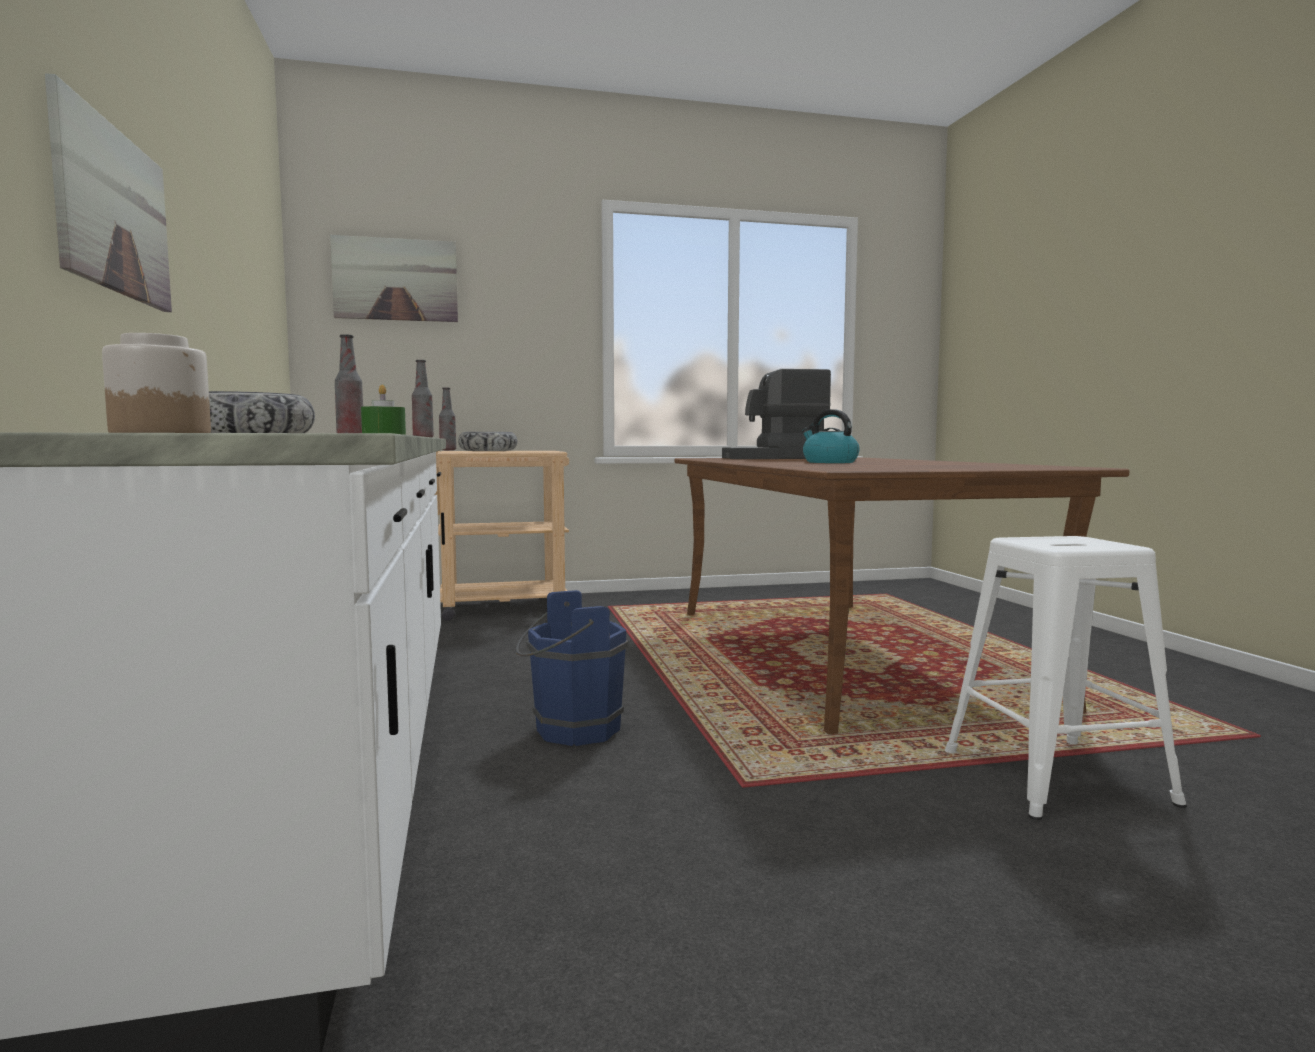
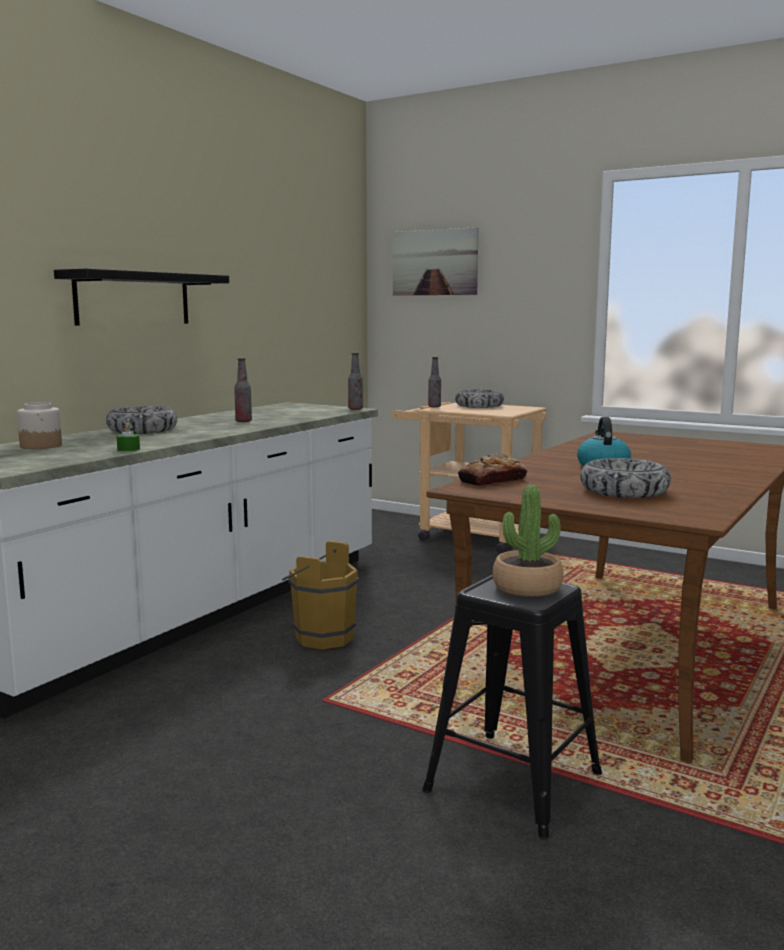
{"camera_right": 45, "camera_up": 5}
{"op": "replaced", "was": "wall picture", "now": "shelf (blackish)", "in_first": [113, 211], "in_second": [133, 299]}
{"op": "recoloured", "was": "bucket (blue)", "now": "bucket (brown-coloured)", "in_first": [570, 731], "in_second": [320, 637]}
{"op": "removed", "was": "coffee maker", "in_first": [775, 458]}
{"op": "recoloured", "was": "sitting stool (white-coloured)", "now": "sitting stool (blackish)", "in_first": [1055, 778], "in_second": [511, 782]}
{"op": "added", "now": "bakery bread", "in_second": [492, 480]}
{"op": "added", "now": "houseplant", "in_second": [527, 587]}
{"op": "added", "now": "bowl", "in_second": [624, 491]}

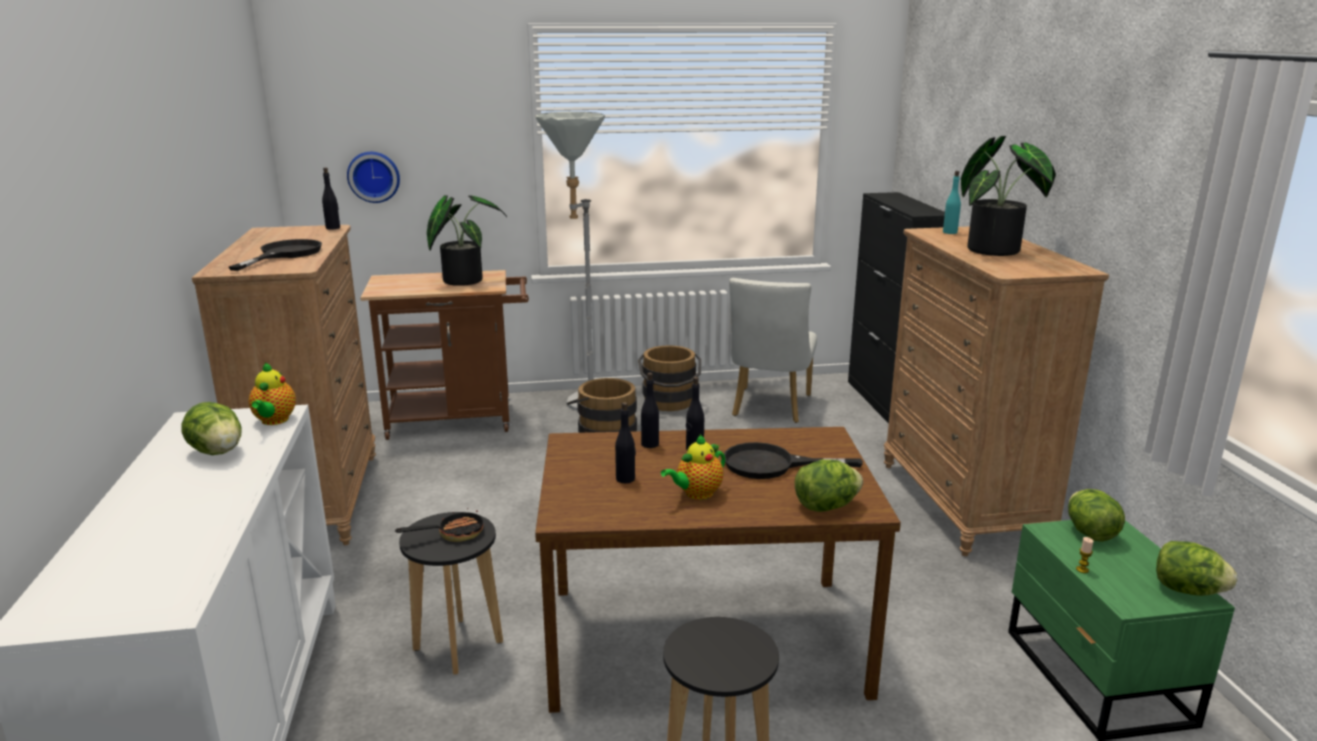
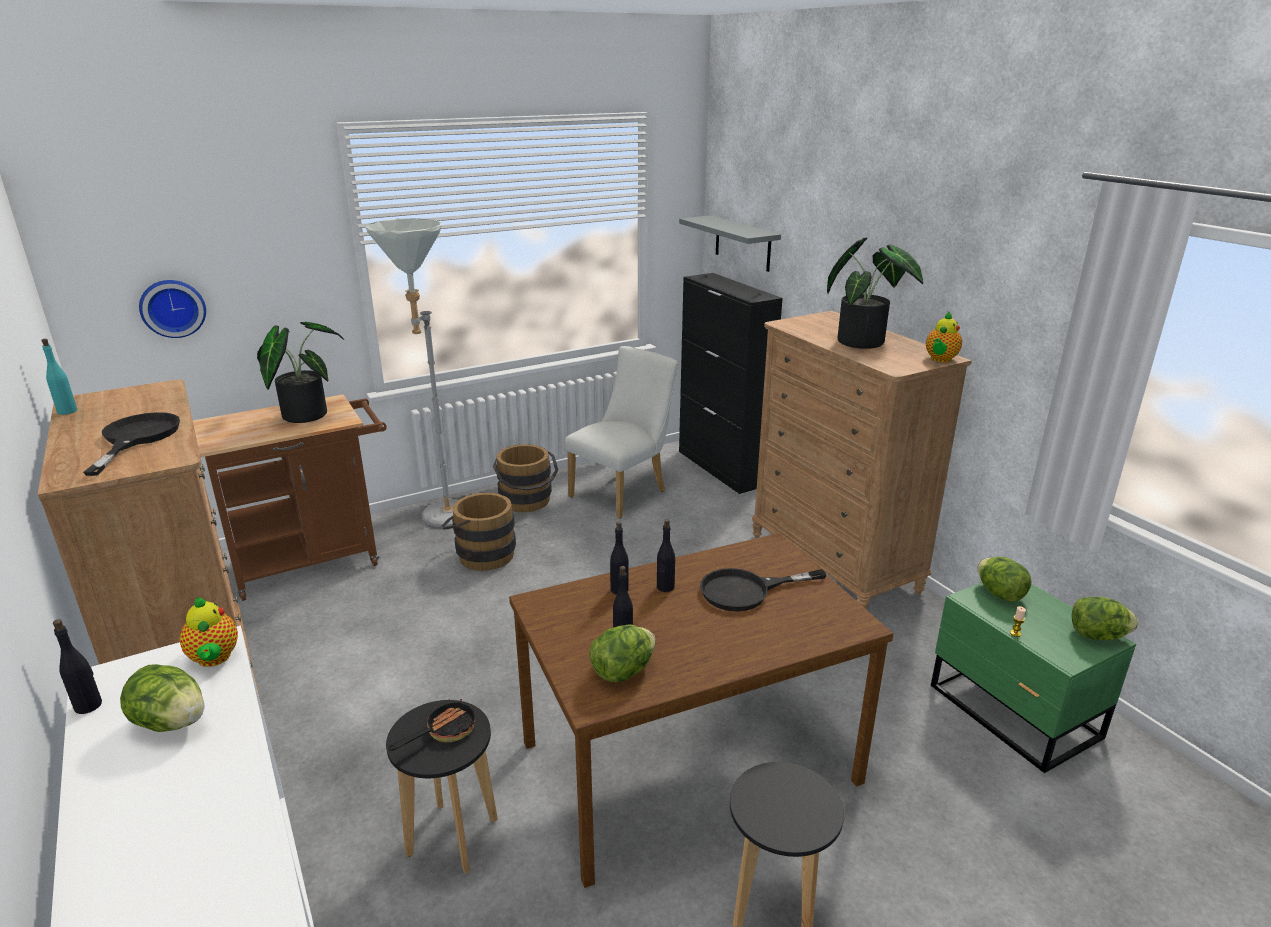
{"camera_right": -20, "camera_up": 5}
{"op": "moved", "was": "beverage bottle (blackish)", "in_first": [333, 228], "in_second": [88, 705]}
{"op": "moved", "was": "pot for tea", "in_first": [696, 494], "in_second": [940, 359]}
{"op": "turned", "was": "upright chair (white-coloured)", "in_first": [769, 408], "in_second": [623, 492], "clockwise": -135}
{"op": "moved", "was": "lettuce", "in_first": [826, 506], "in_second": [623, 671]}
{"op": "moved", "was": "beverage bottle (turquoise)", "in_first": [950, 232], "in_second": [67, 411]}
{"op": "added", "now": "shelf (greyish)", "in_second": [742, 243]}

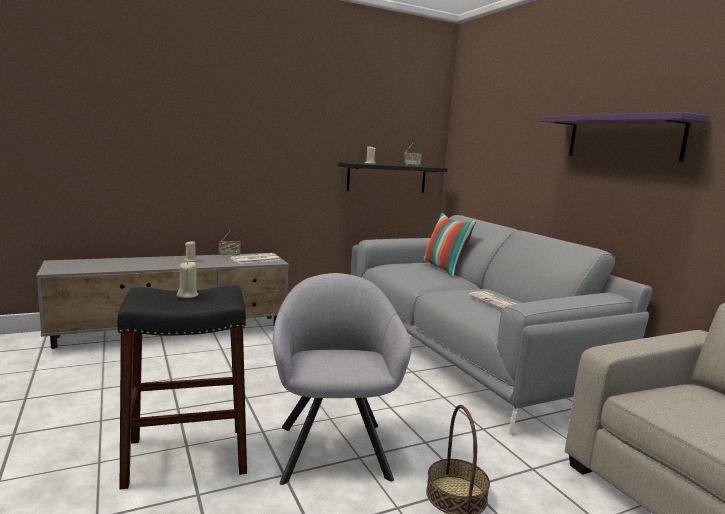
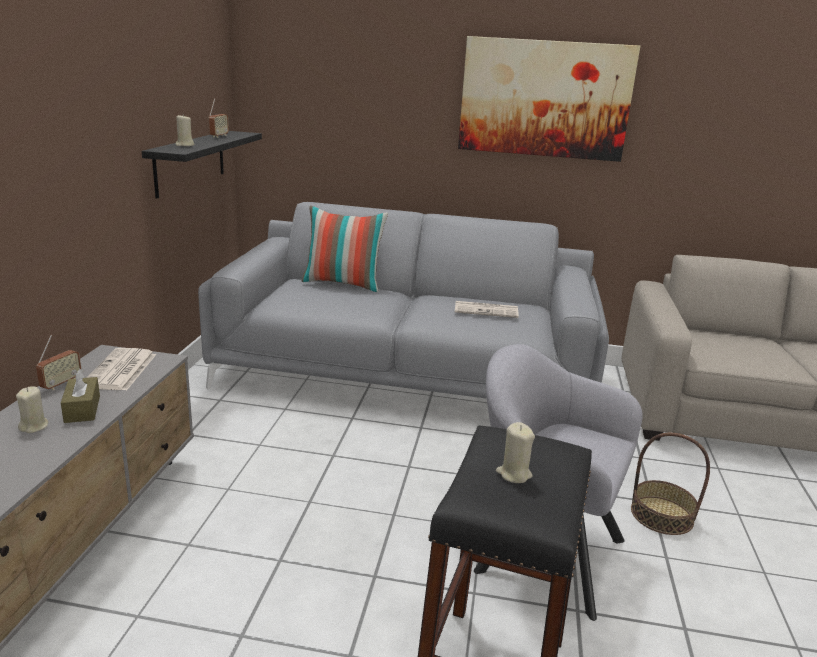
{"camera_right": -55, "camera_up": 10}
{"op": "replaced", "was": "shelf (purple)", "now": "wall picture", "in_first": [623, 138], "in_second": [544, 99]}
{"op": "added", "now": "box of tissues (brown-coloured)", "in_second": [82, 409]}

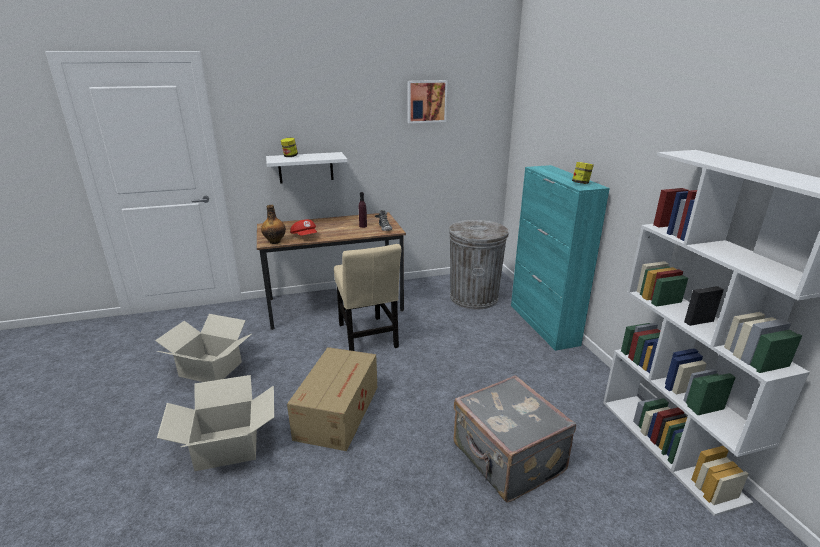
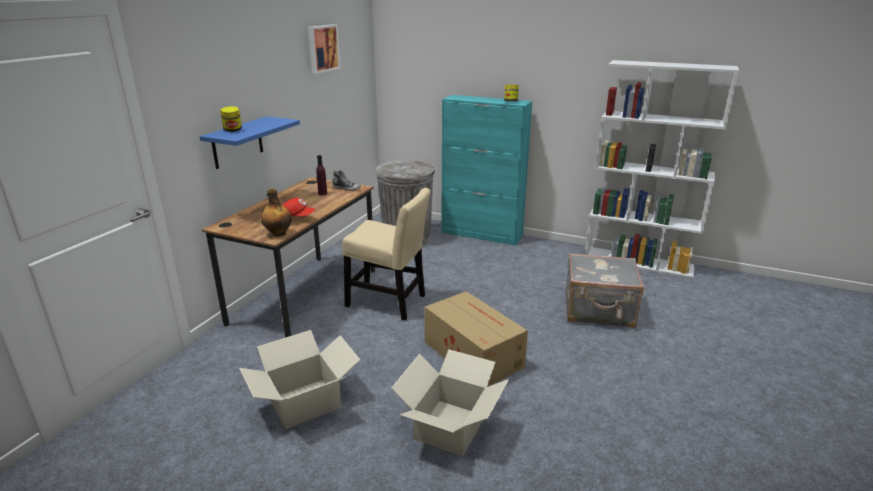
{"camera_right": -50, "camera_up": 0}
{"op": "recoloured", "was": "shelf (white-coloured)", "now": "shelf (blue)", "in_first": [305, 167], "in_second": [237, 142]}

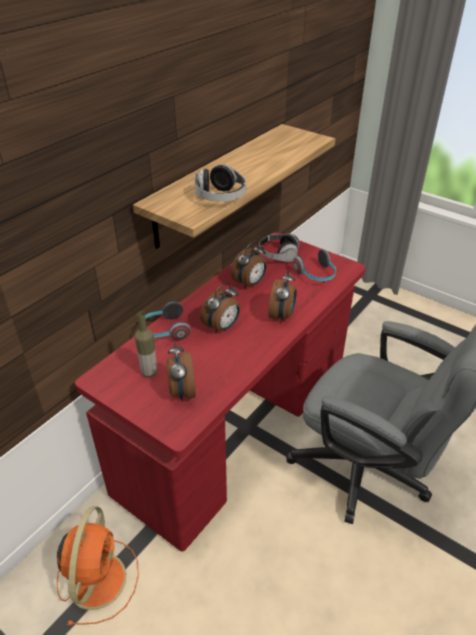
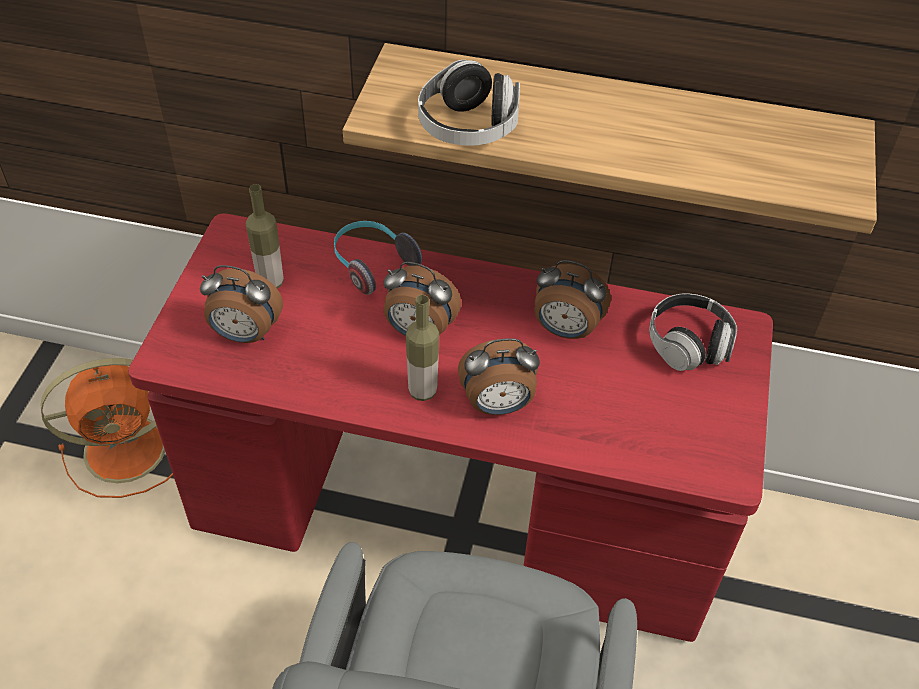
{"camera_right": 65, "camera_up": 10}
{"op": "turned", "was": "table clock", "in_first": [182, 391], "in_second": [245, 334], "clockwise": -135}
{"op": "removed", "was": "pair of headphones", "in_first": [316, 275]}
{"op": "added", "now": "beverage bottle", "in_second": [422, 391]}

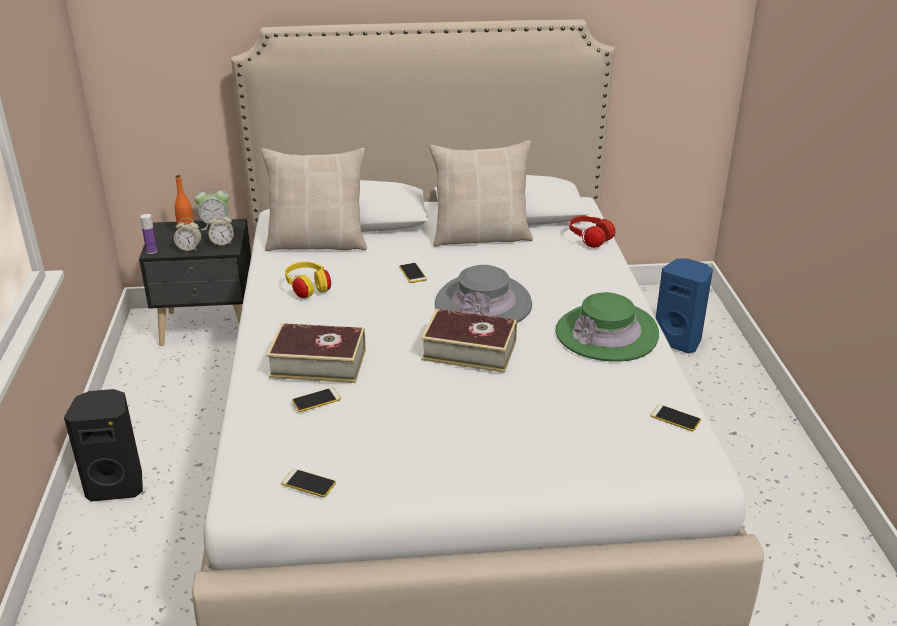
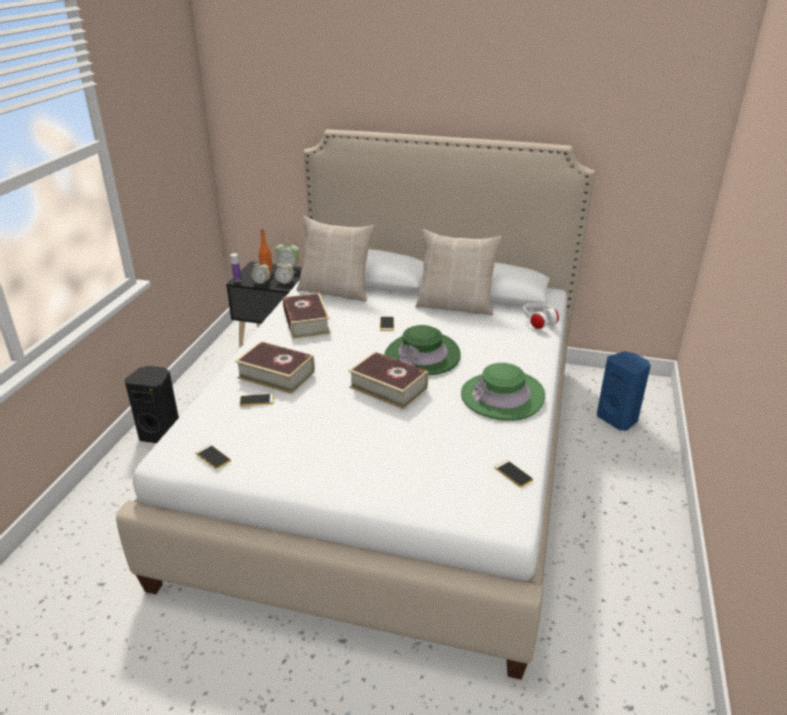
{"camera_right": 20, "camera_up": 0}
{"op": "replaced", "was": "pair of headphones (yellow-coloured)", "now": "bound book", "in_first": [308, 290], "in_second": [306, 322]}
{"op": "recoloured", "was": "hat (greyish)", "now": "hat (greenish)", "in_first": [483, 304], "in_second": [422, 355]}
{"op": "recoloured", "was": "pair of headphones (red-coloured)", "now": "pair of headphones (white-coloured)", "in_first": [590, 241], "in_second": [538, 323]}

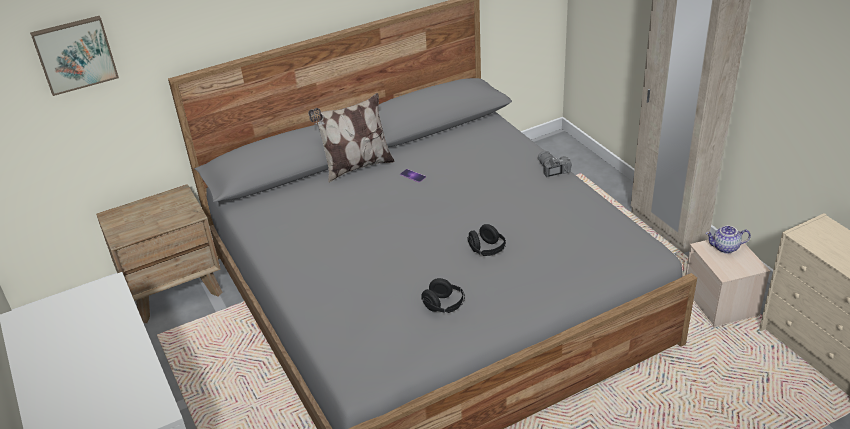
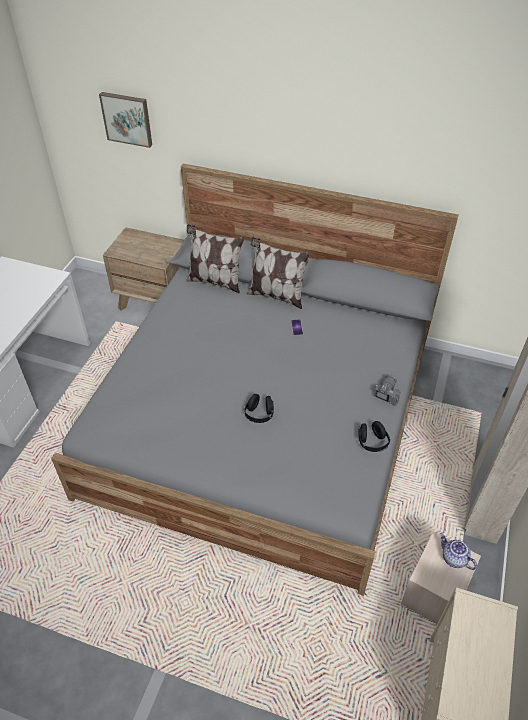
{"camera_right": 45, "camera_up": 10}
{"op": "moved", "was": "pair of headphones (blackish)", "in_first": [444, 305], "in_second": [372, 443]}
{"op": "added", "now": "pillow", "in_second": [215, 281]}

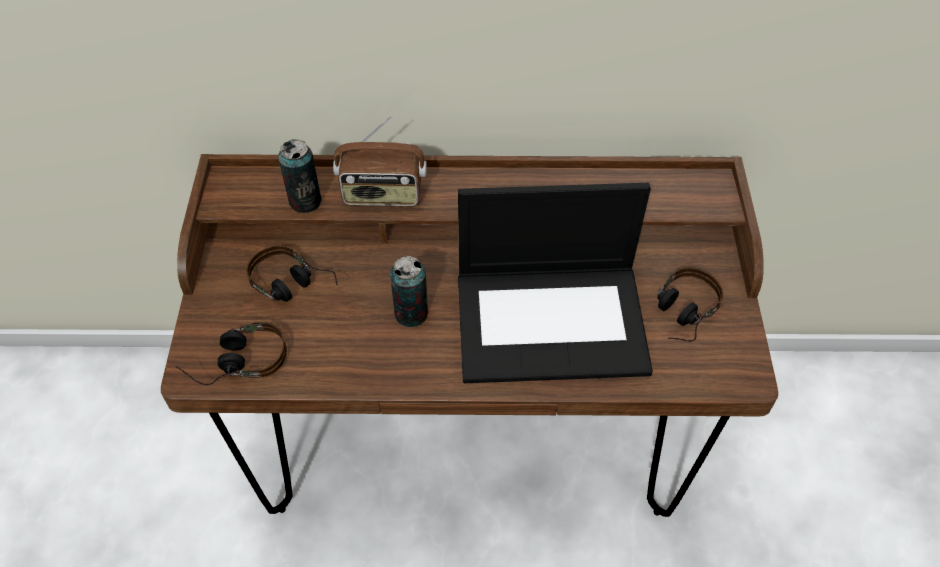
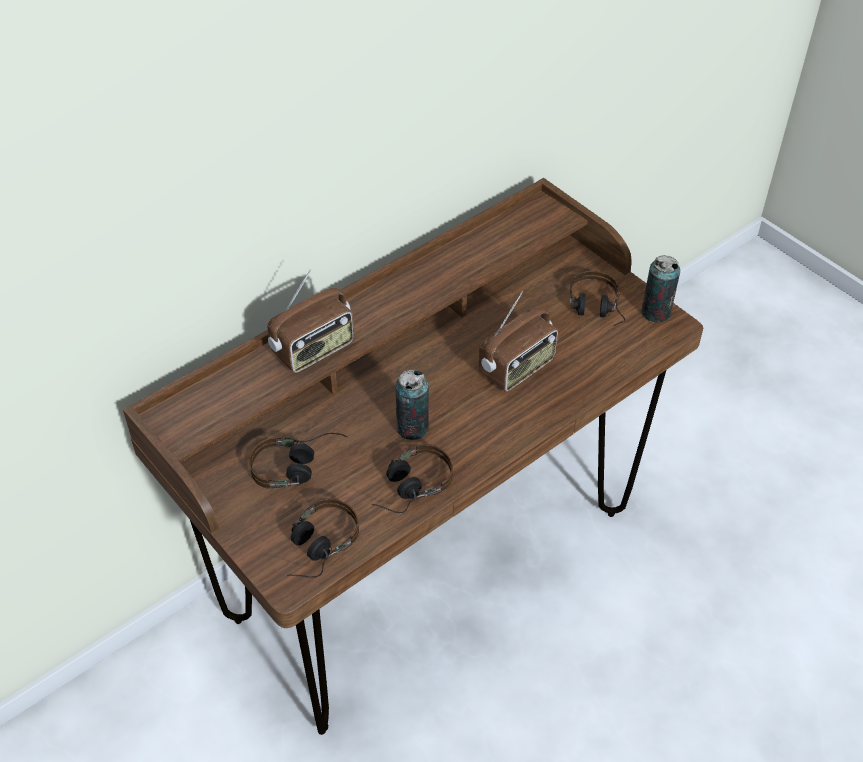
{"camera_right": -40, "camera_up": -5}
{"op": "moved", "was": "can", "in_first": [305, 201], "in_second": [655, 312]}
{"op": "replaced", "was": "notebook computer", "now": "radio set", "in_first": [552, 321], "in_second": [517, 368]}
{"op": "added", "now": "pair of headphones", "in_second": [407, 489]}

